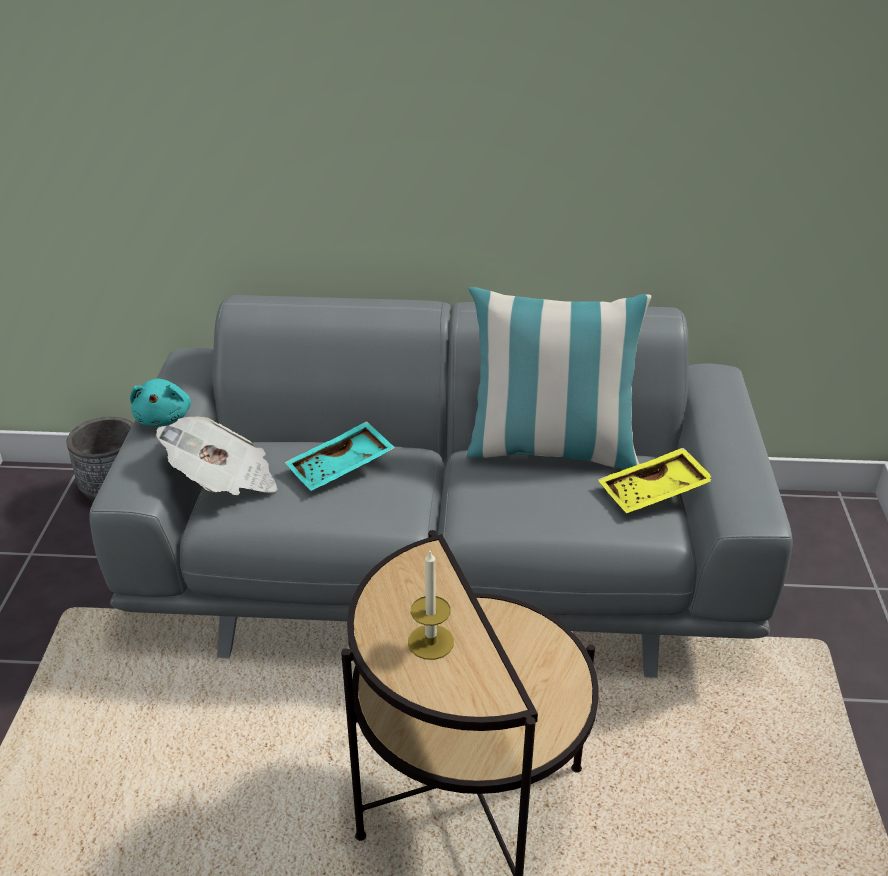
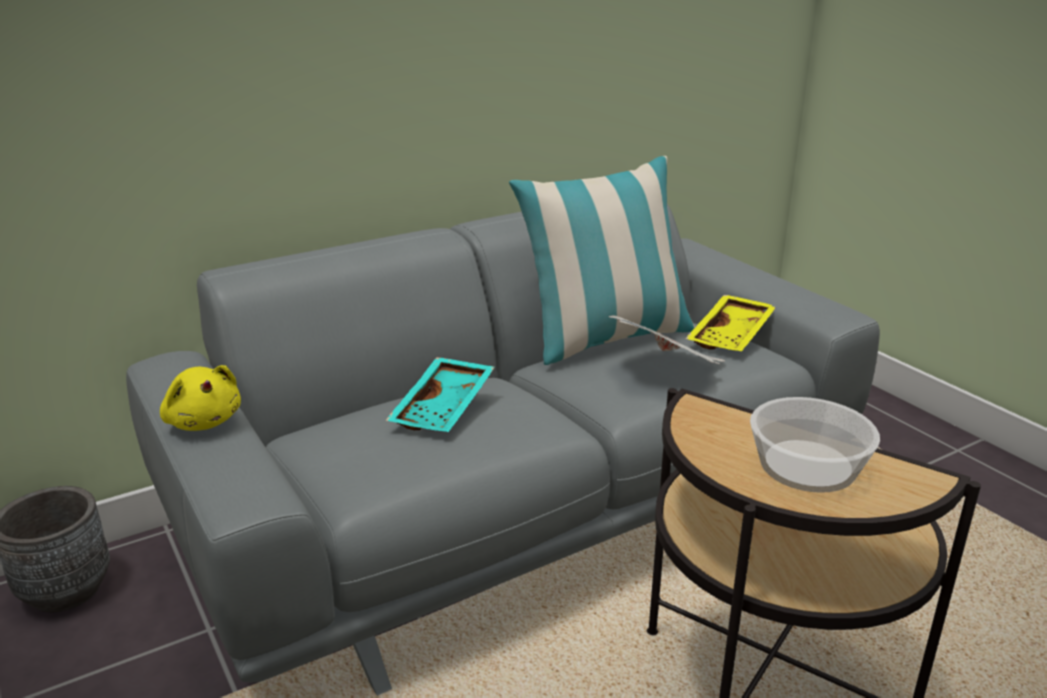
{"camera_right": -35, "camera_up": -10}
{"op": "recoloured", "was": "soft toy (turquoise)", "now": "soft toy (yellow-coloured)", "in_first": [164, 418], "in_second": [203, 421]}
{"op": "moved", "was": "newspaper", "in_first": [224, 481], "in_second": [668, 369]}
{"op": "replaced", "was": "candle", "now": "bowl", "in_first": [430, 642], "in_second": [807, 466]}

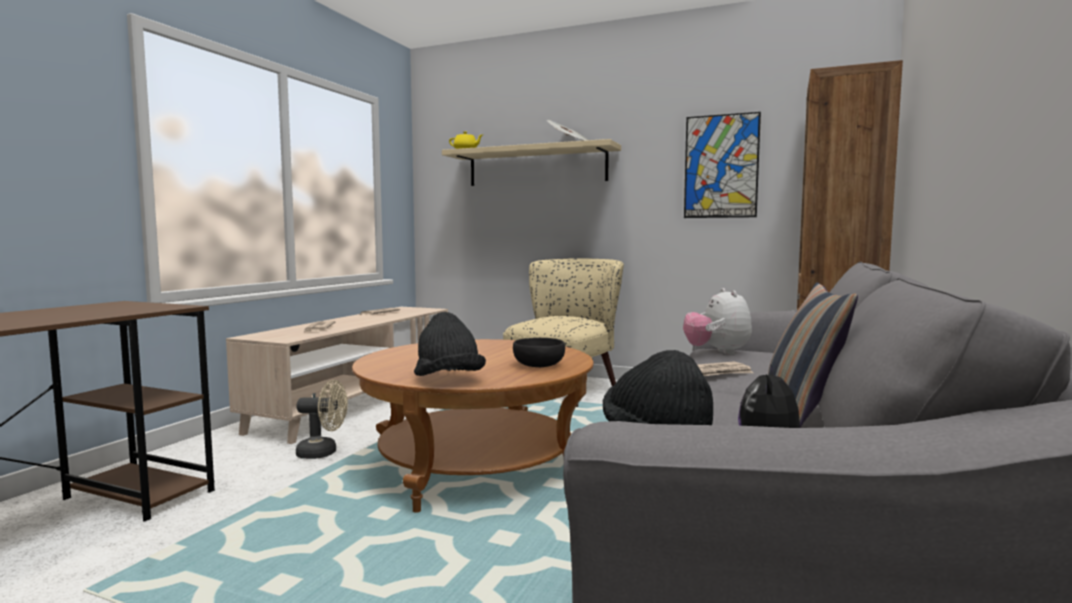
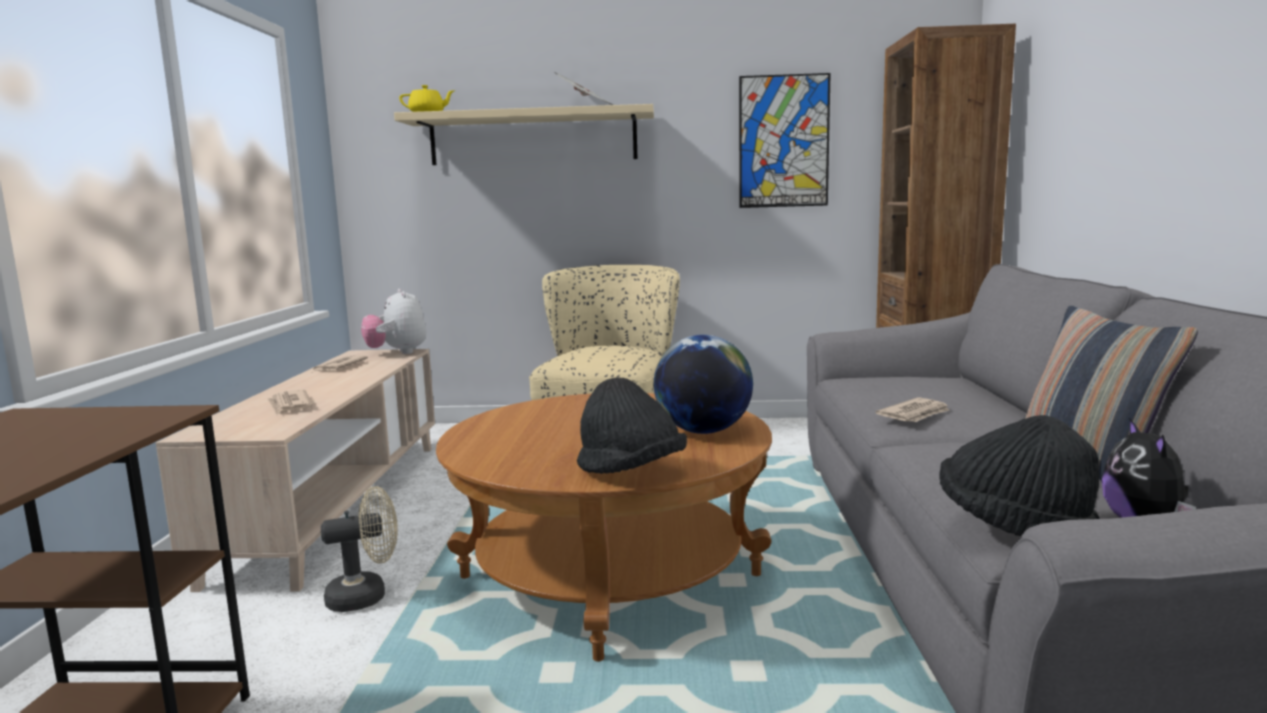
{"camera_right": -20, "camera_up": 5}
{"op": "replaced", "was": "bowl (blackish)", "now": "world globe", "in_first": [538, 365], "in_second": [703, 431]}
{"op": "moved", "was": "soft toy", "in_first": [717, 352], "in_second": [397, 353]}

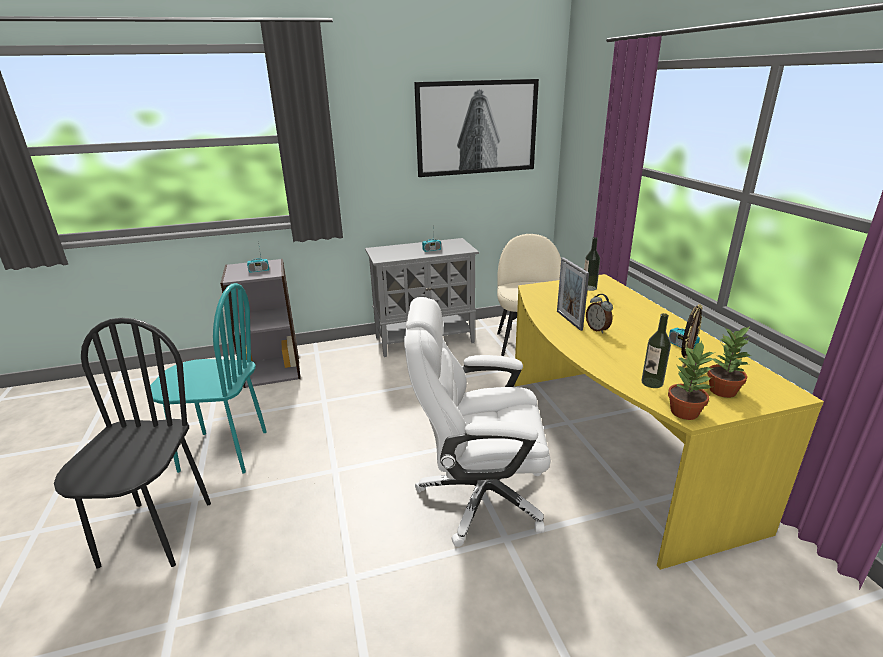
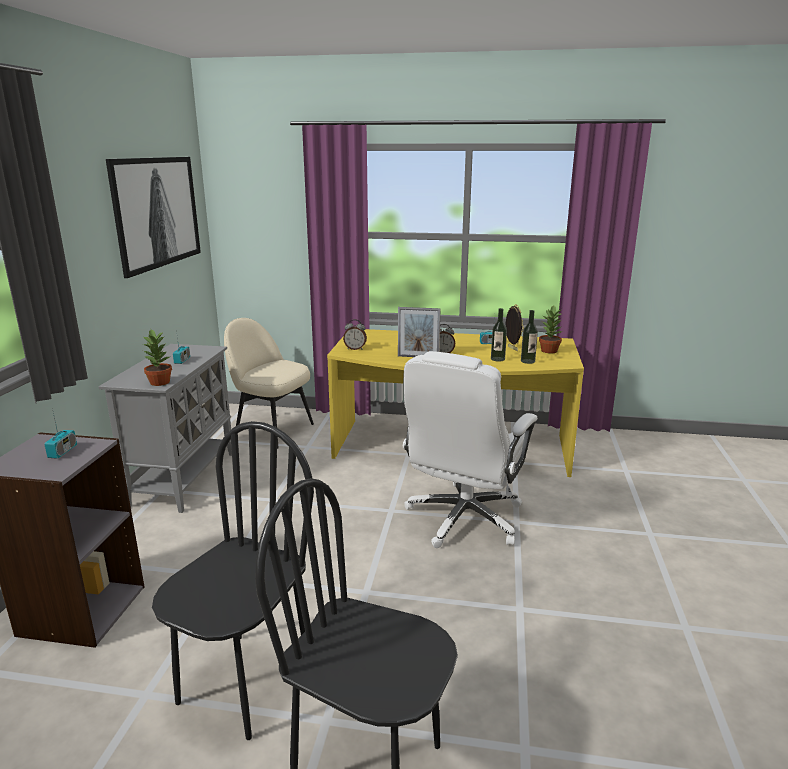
{"camera_right": -65, "camera_up": -5}
{"op": "recoloured", "was": "upright chair (turquoise)", "now": "upright chair (blackish)", "in_first": [223, 451], "in_second": [244, 683]}
{"op": "moved", "was": "beverage bottle", "in_first": [589, 288], "in_second": [497, 359]}
{"op": "moved", "was": "houseplant", "in_first": [685, 412], "in_second": [160, 382]}
{"op": "added", "now": "table clock", "in_second": [355, 349]}

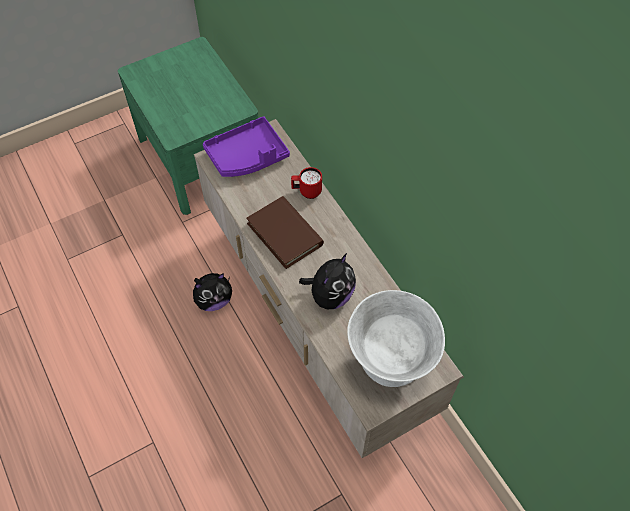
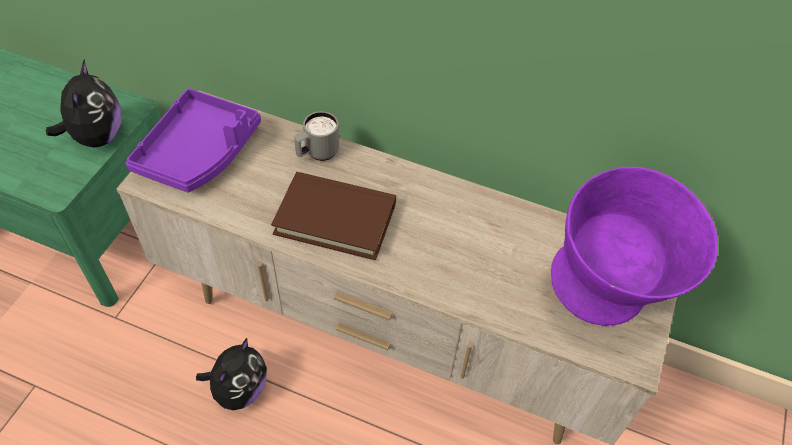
{"camera_right": -40, "camera_up": -5}
{"op": "recoloured", "was": "coffee mug (red-coloured)", "now": "coffee mug (greyish)", "in_first": [306, 192], "in_second": [317, 154]}
{"op": "moved", "was": "soft toy", "in_first": [330, 295], "in_second": [97, 136]}
{"op": "recoloured", "was": "bowl (white-coloured)", "now": "bowl (purple)", "in_first": [388, 368], "in_second": [606, 300]}

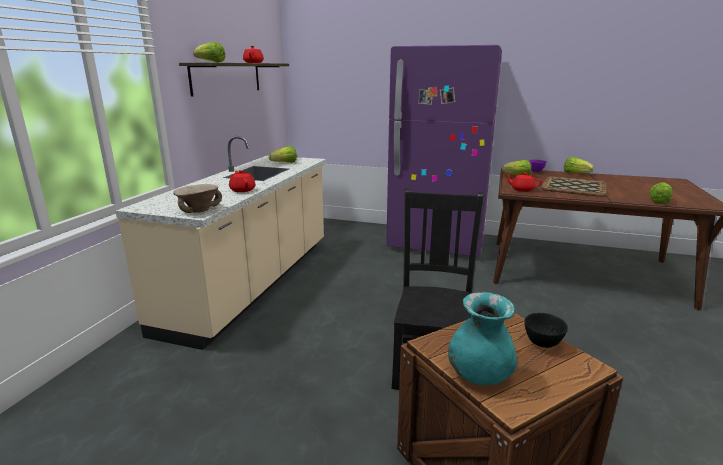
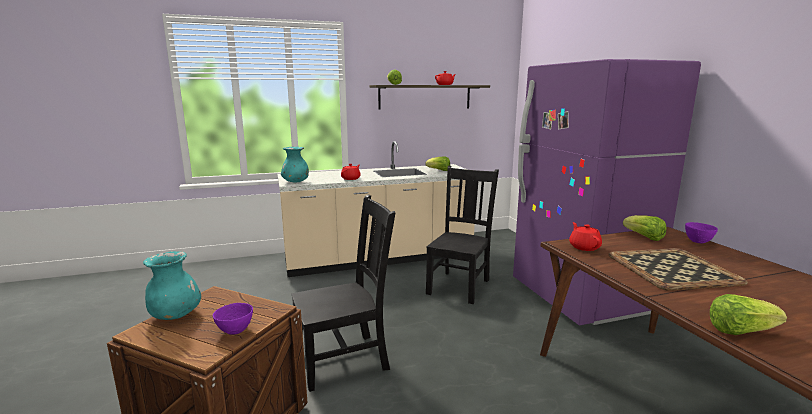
{"camera_right": 55, "camera_up": -5}
{"op": "replaced", "was": "bowl (beige-coloured)", "now": "decorative vase (turquoise)", "in_first": [198, 210], "in_second": [295, 182]}
{"op": "recoloured", "was": "bowl (blackish)", "now": "bowl (purple)", "in_first": [543, 344], "in_second": [235, 331]}
{"op": "removed", "was": "lettuce", "in_first": [576, 173]}
{"op": "added", "now": "upright chair (blackish)", "in_second": [459, 286]}

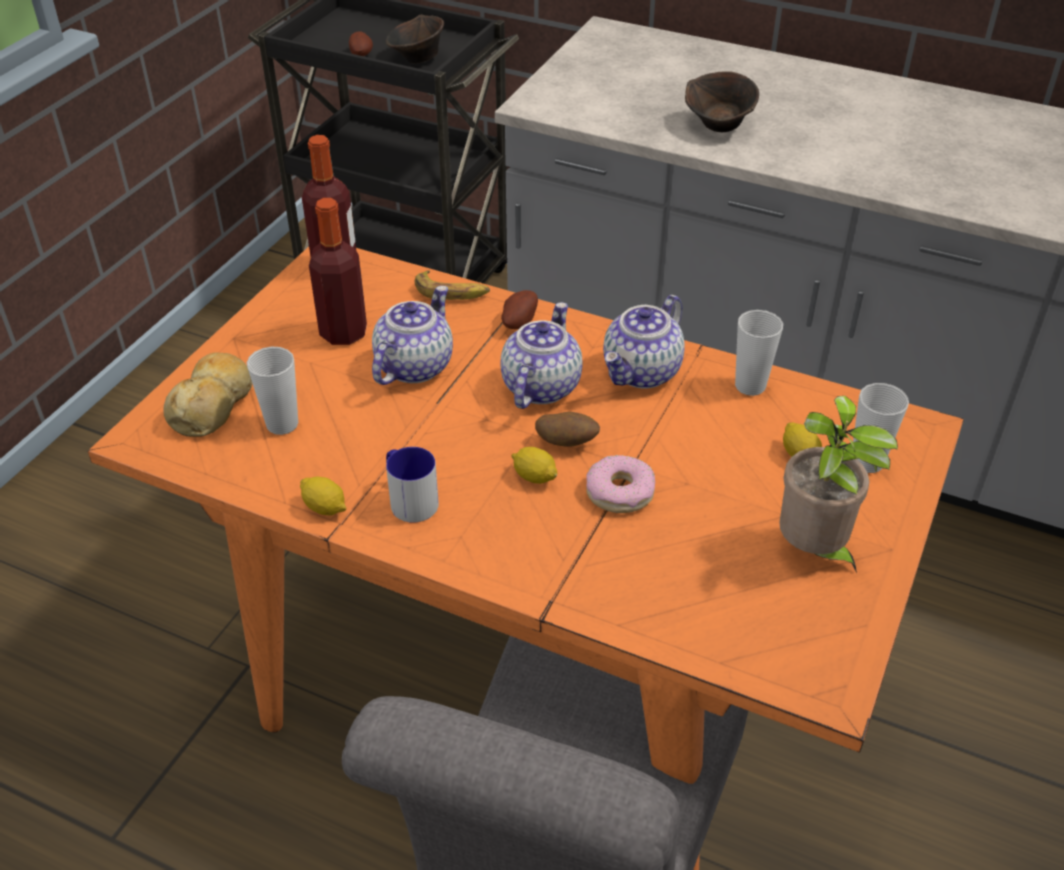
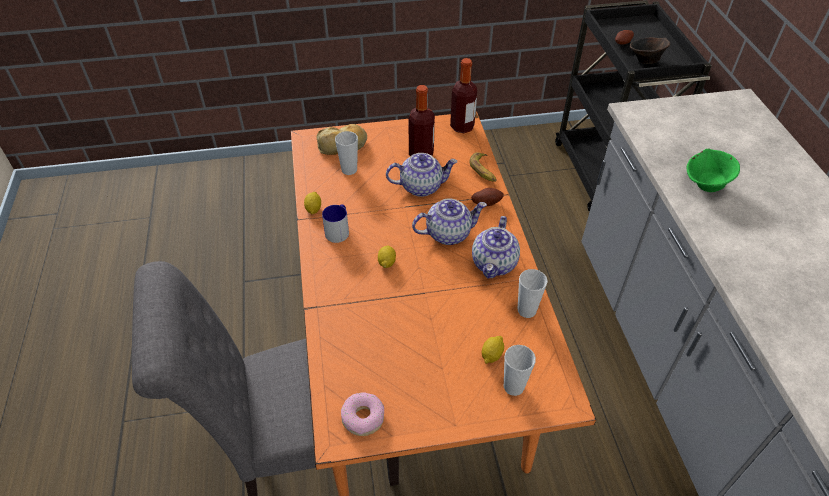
{"camera_right": 55, "camera_up": 5}
{"op": "removed", "was": "whole potato", "in_first": [567, 443]}
{"op": "moved", "was": "doughnut", "in_first": [620, 492], "in_second": [363, 417]}
{"op": "turned", "was": "pot for tea", "in_first": [642, 372], "in_second": [494, 264], "clockwise": -75}
{"op": "recoloured", "was": "bowl (brown-coloured)", "now": "bowl (greenish)", "in_first": [719, 126], "in_second": [706, 185]}
{"op": "removed", "was": "houseplant", "in_first": [814, 552]}

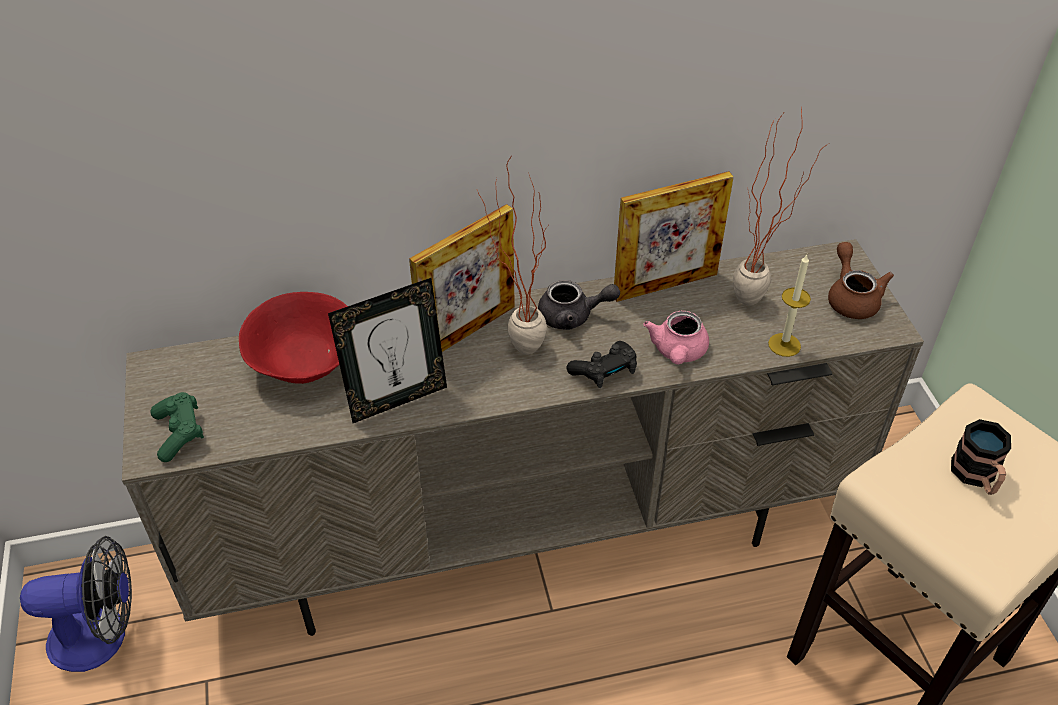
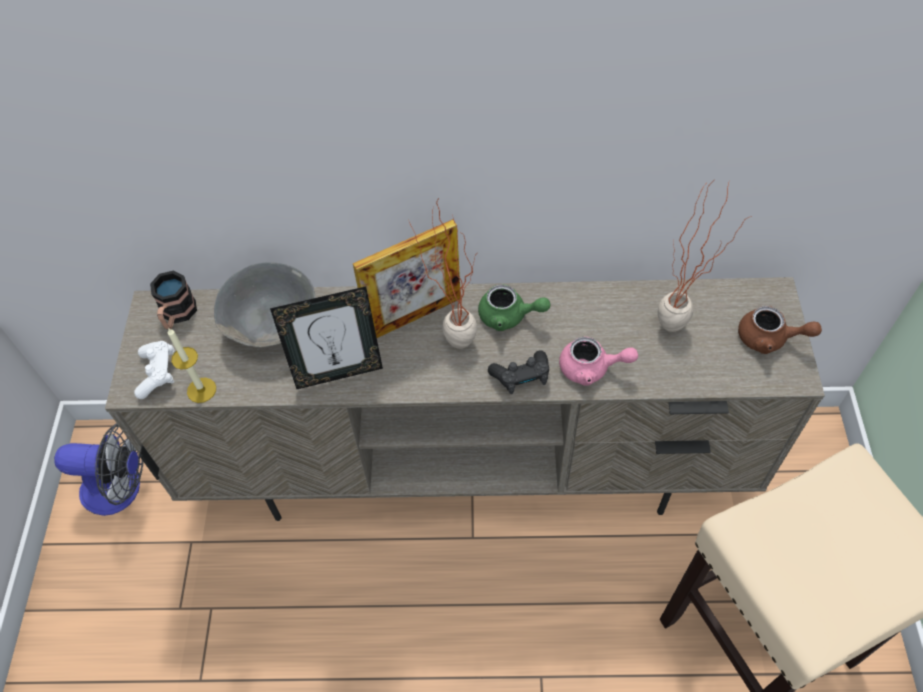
{"camera_right": 15, "camera_up": 10}
{"op": "recoloured", "was": "gamepad (greenish)", "now": "gamepad (white-coloured)", "in_first": [179, 433], "in_second": [158, 373]}
{"op": "recoloured", "was": "bowl (red-coloured)", "now": "bowl (greyish)", "in_first": [302, 361], "in_second": [270, 322]}
{"op": "recoloured", "was": "pot for tea (greyish)", "now": "pot for tea (greenish)", "in_first": [573, 316], "in_second": [509, 316]}
{"op": "removed", "was": "standing frame", "in_first": [665, 285]}
{"op": "turned", "was": "pot for tea (pink)", "in_first": [677, 352], "in_second": [591, 368], "clockwise": -105}
{"op": "moved", "was": "candle", "in_first": [784, 345], "in_second": [201, 390]}
{"op": "turned", "was": "pot for tea (brown-coloured)", "in_first": [851, 298], "in_second": [769, 339], "clockwise": 105}
{"op": "moved", "was": "coffee mug", "in_first": [976, 477], "in_second": [177, 315]}

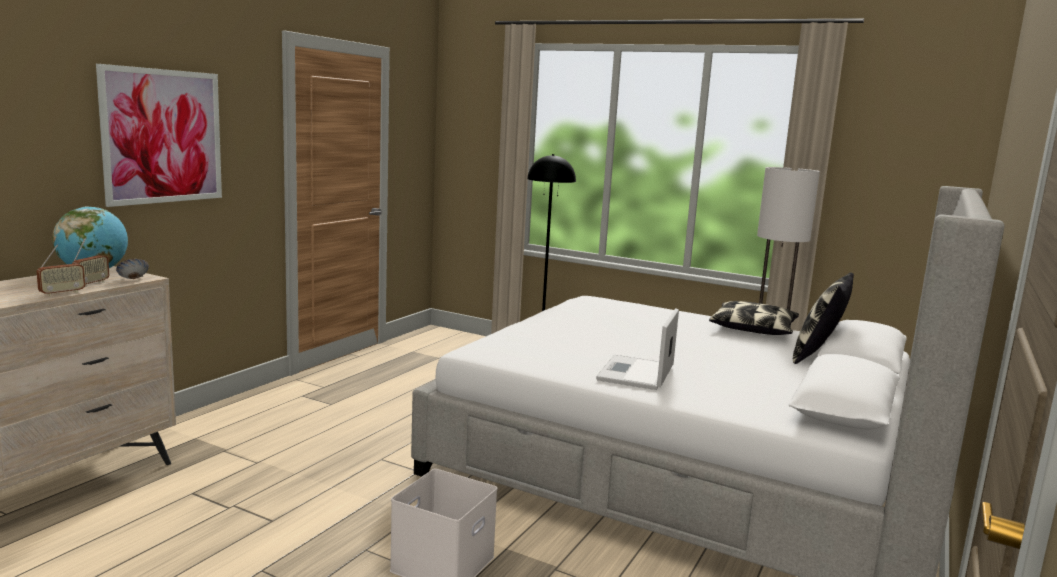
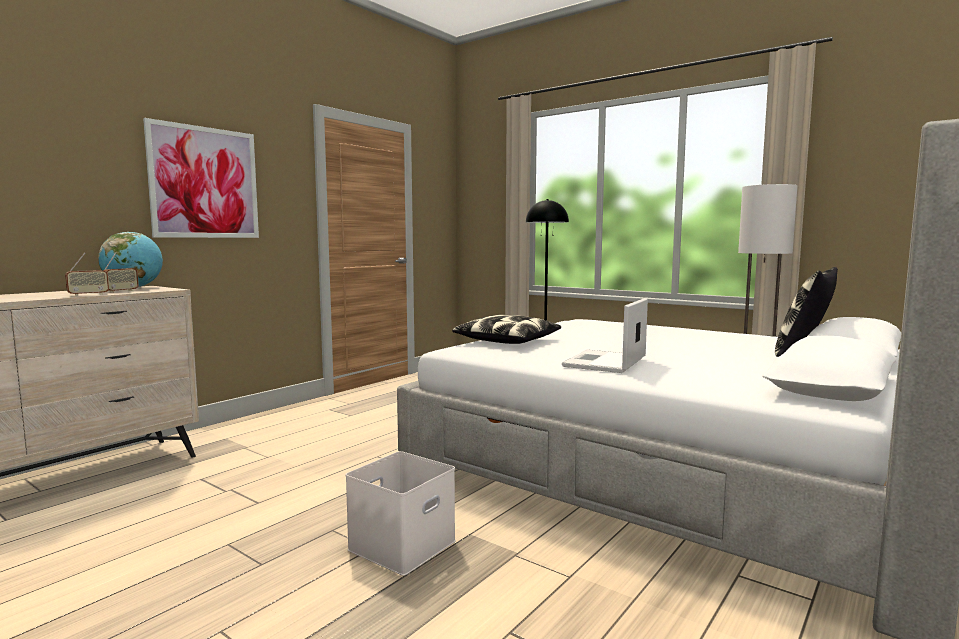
{"camera_right": 10, "camera_up": -5}
{"op": "removed", "was": "bowl", "in_first": [133, 279]}
{"op": "moved", "was": "pillow", "in_first": [753, 329], "in_second": [508, 341]}

